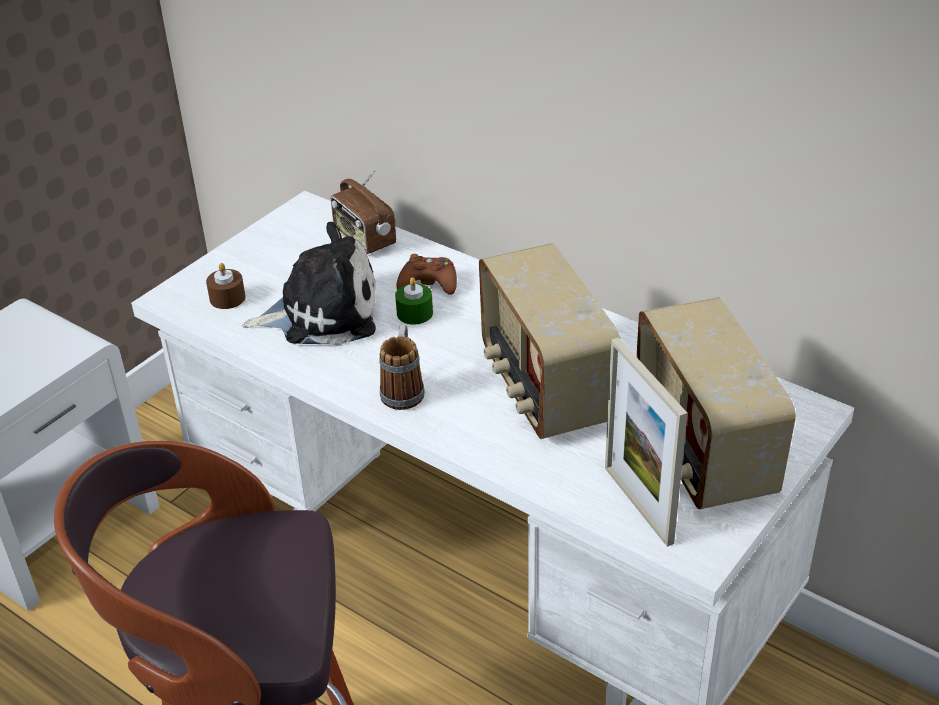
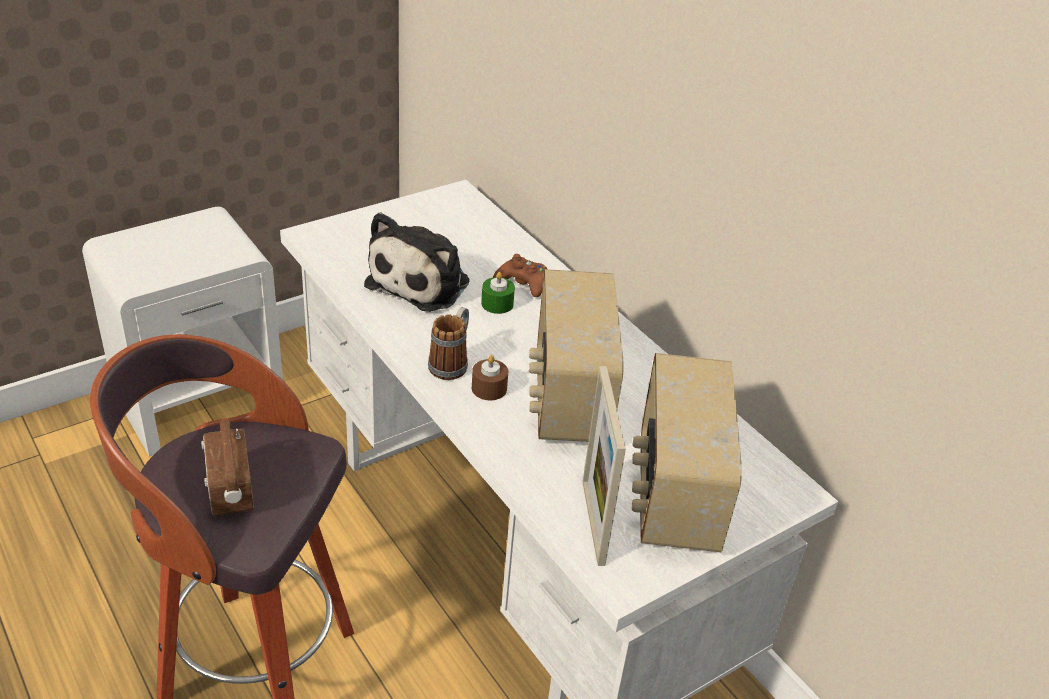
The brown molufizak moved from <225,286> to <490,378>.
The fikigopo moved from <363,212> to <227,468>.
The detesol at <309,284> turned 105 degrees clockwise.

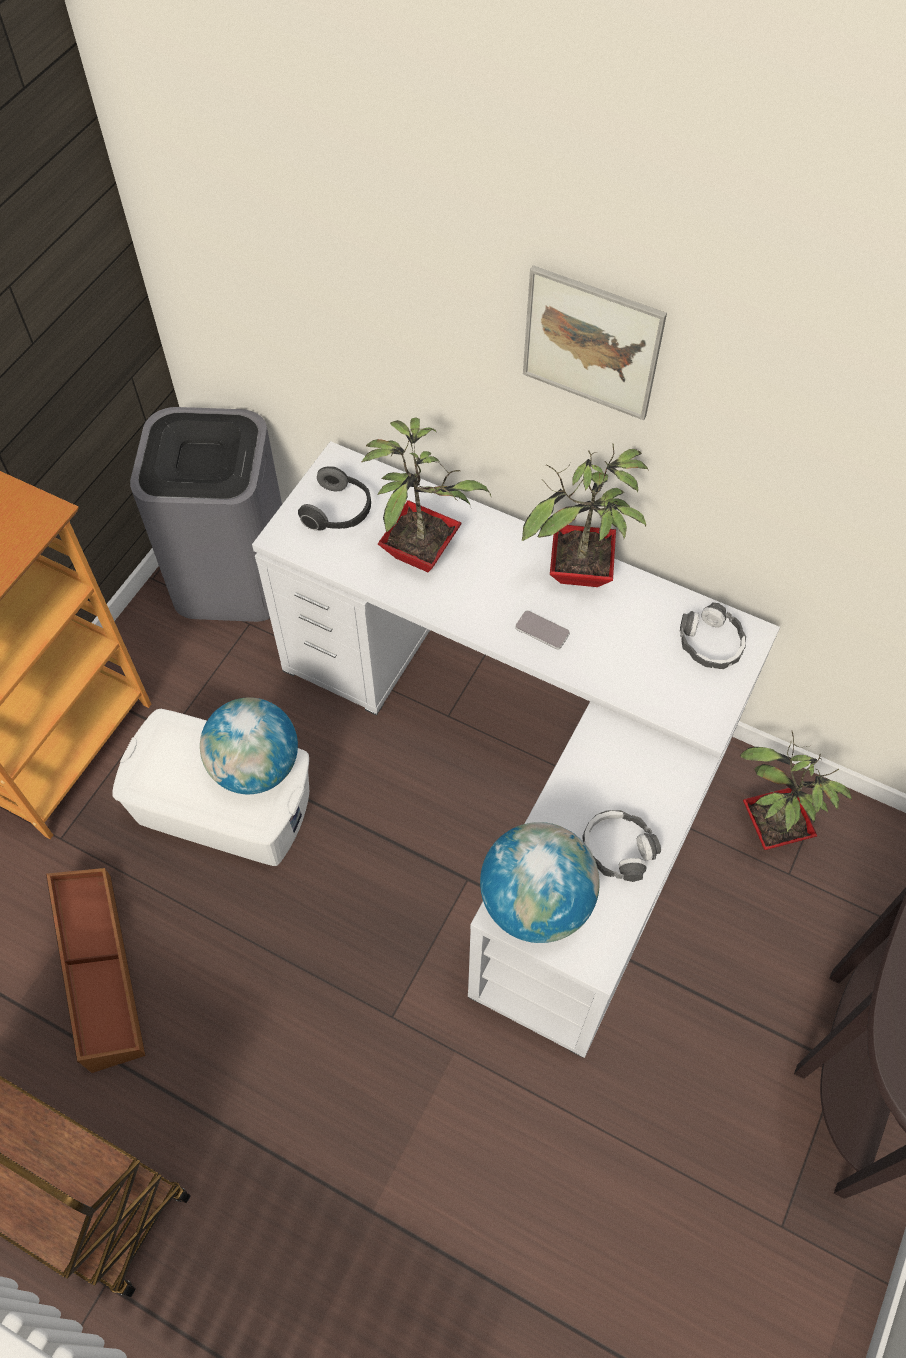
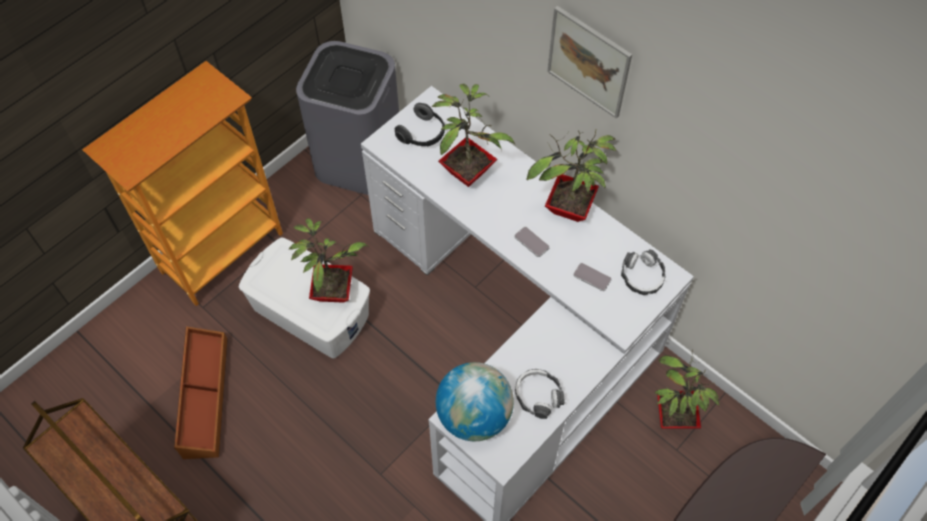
The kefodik at <592,277> appeared.
The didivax at <249,746> was replaced by the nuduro at <329,260>.

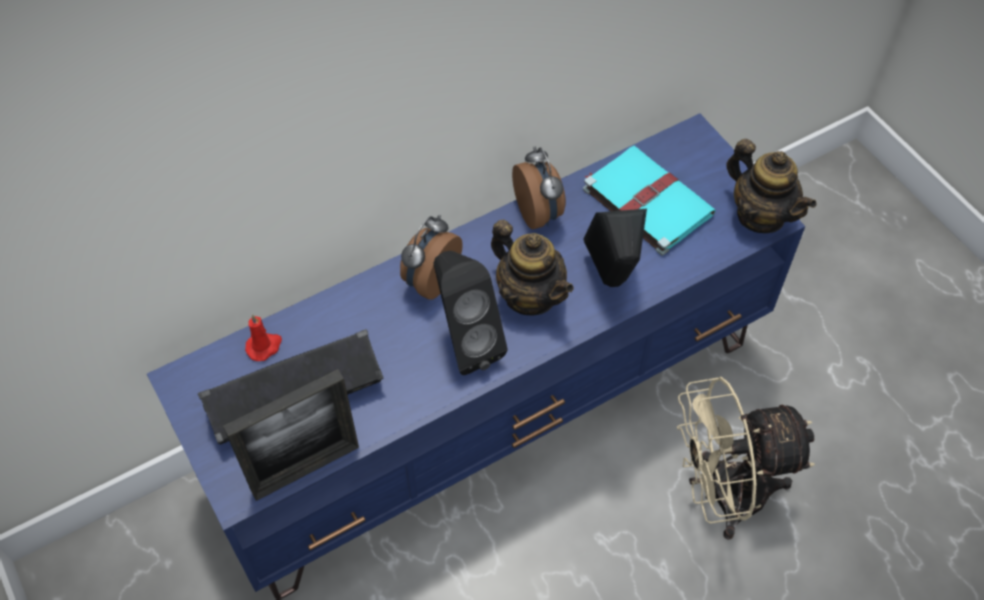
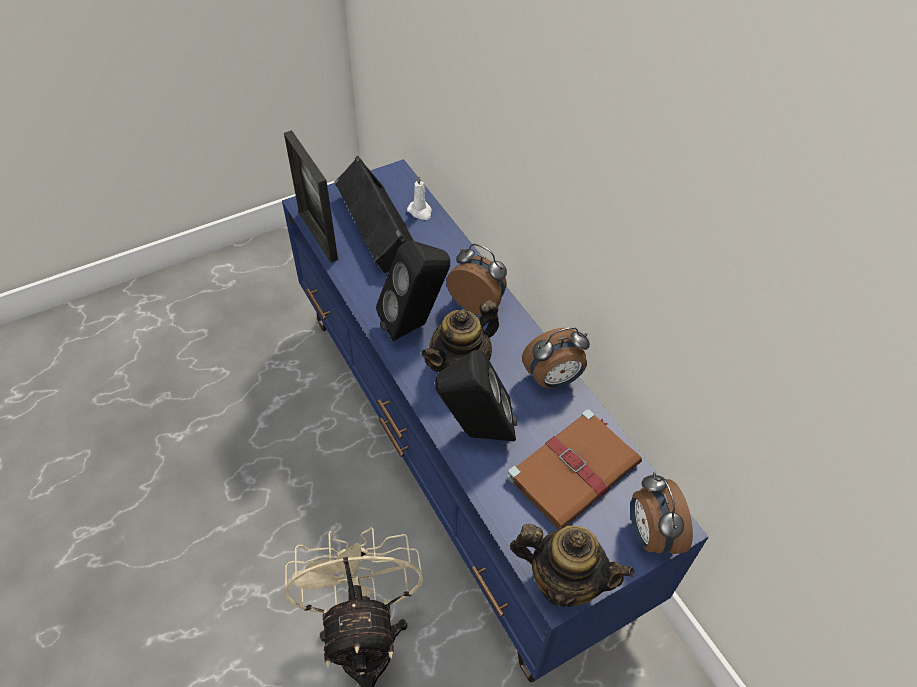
The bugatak at <661,513> appeared.
The red molufizak at <263,337> became the white molufizak at <419,198>.
The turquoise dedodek at <649,200> became the brown dedodek at <574,469>.
The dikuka at <771,186> turned 120 degrees counterclockwise.

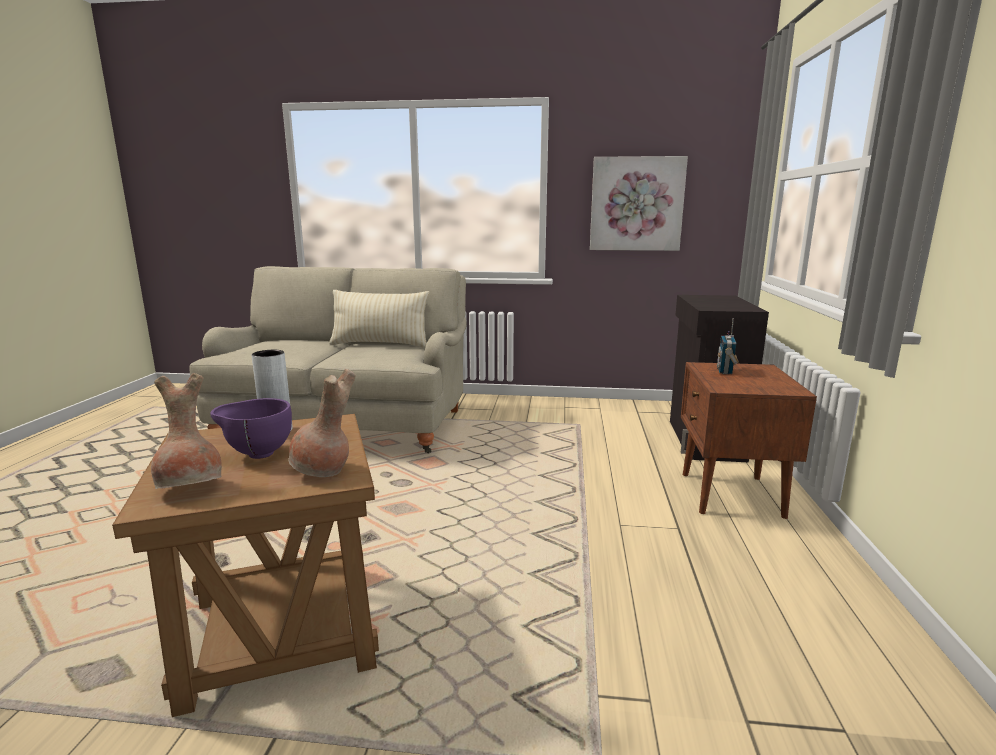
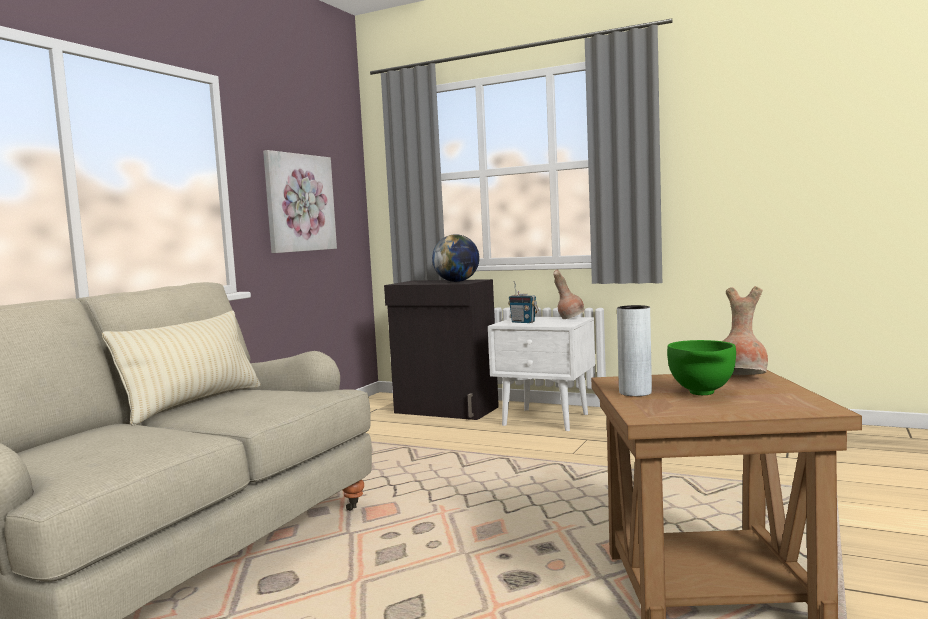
The didivax at <455,258> appeared.
The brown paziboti moved from <186,431> to <569,294>.
The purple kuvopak at <251,428> became the green kuvopak at <701,367>.
The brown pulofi at <749,440> became the white pulofi at <541,374>.

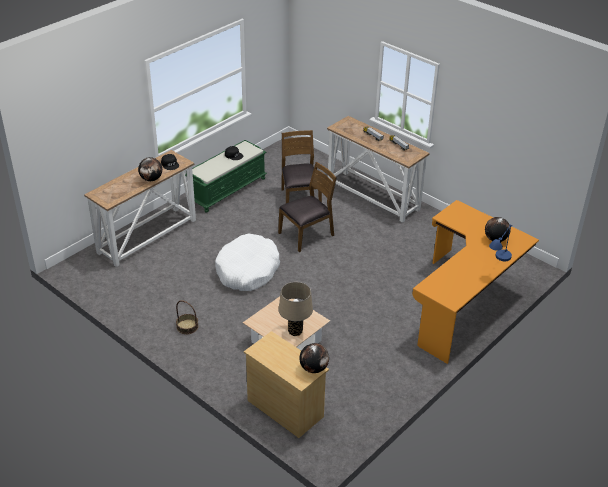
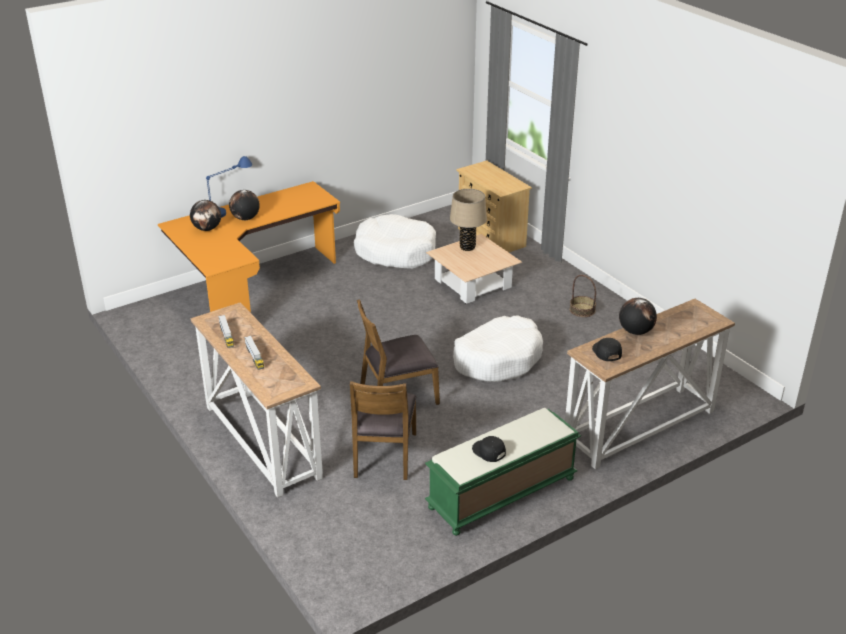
The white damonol at <395,241> appeared.
The didivax moved from <314,358> to <244,205>.

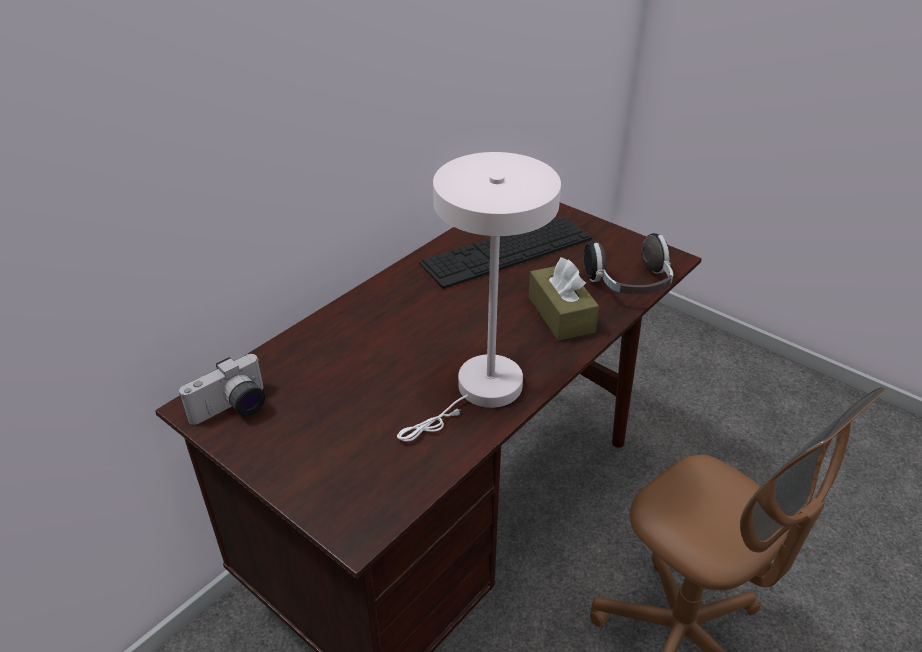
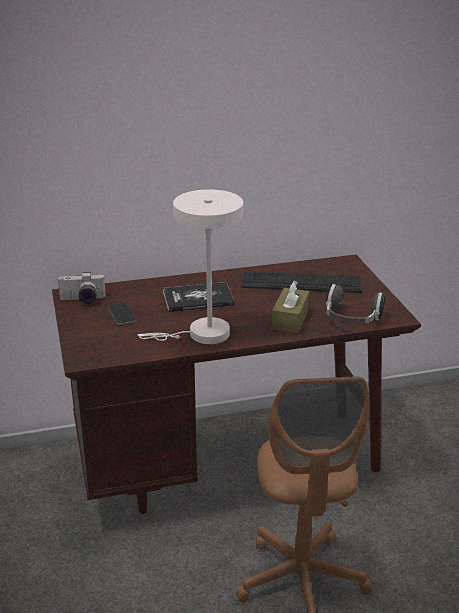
The kefodik at <122,314> appeared.
The dedodek at <199,297> appeared.

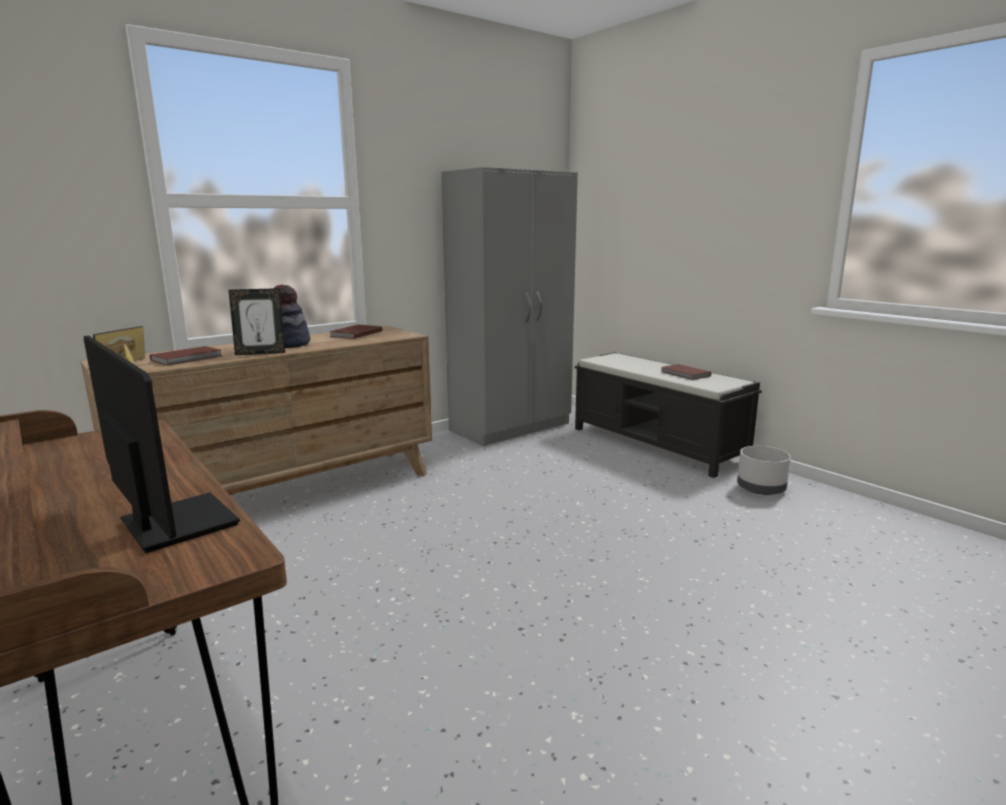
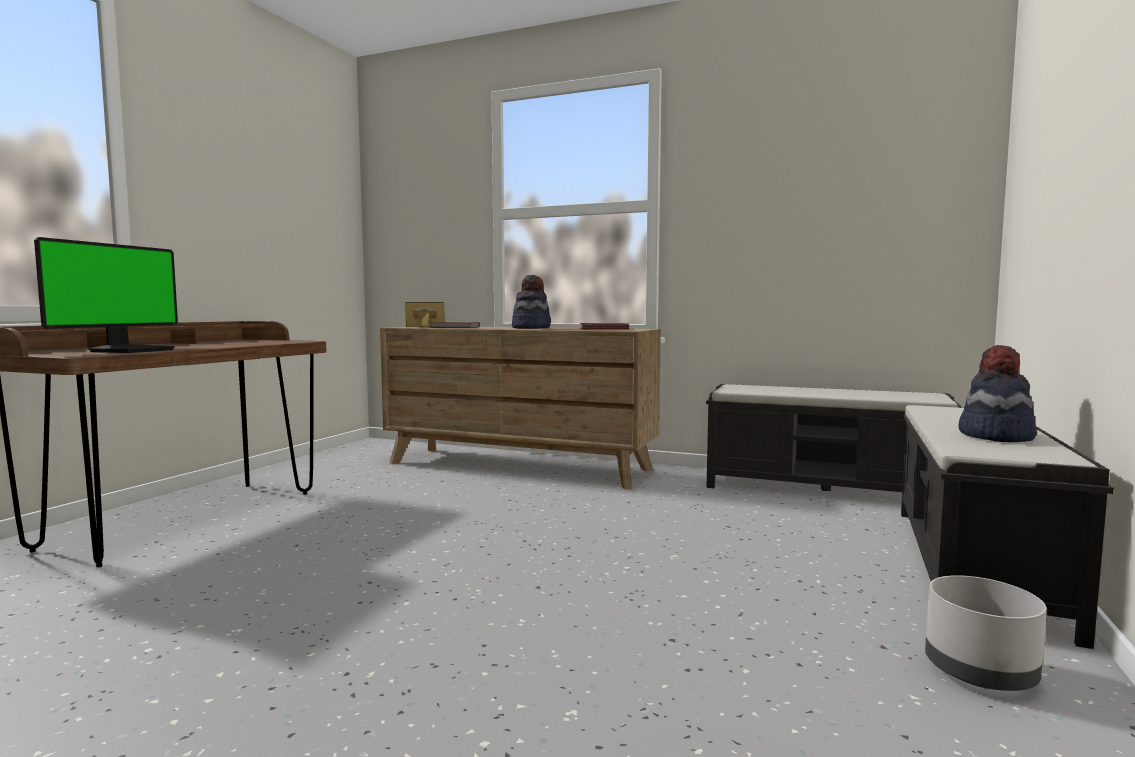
The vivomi at <257,321> disappeared.
The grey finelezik at <509,306> was replaced by the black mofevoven at <833,438>.
The brown dedodek at <686,372> was replaced by the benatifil at <998,393>.

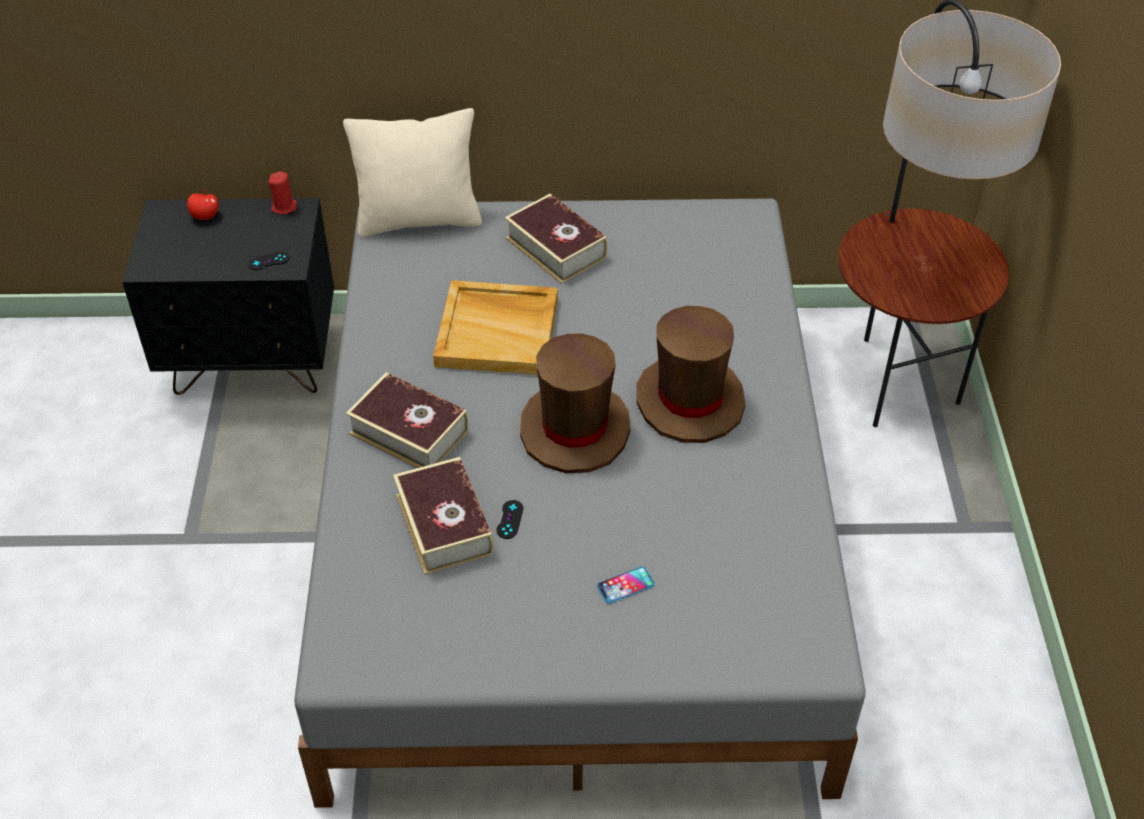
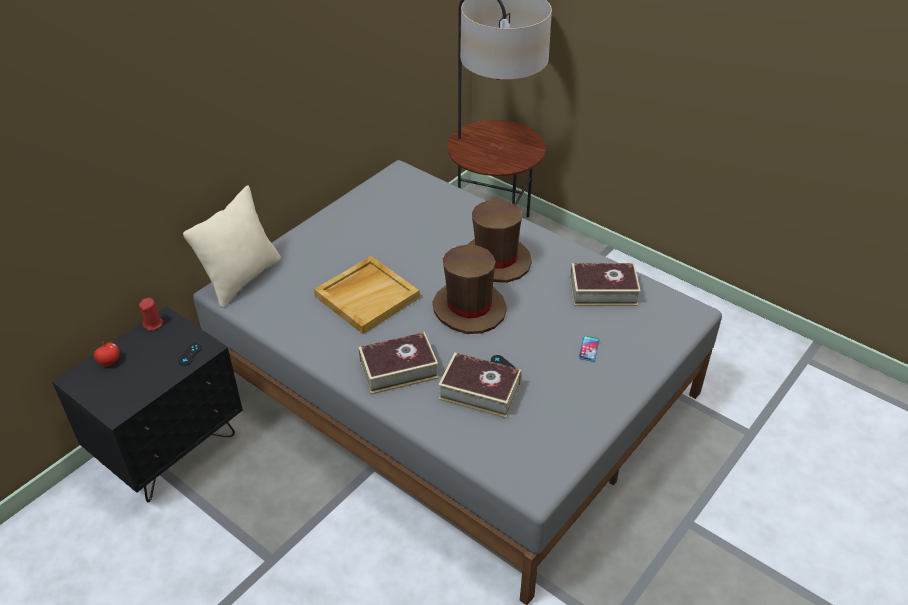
The dedodek moved from <556,239> to <605,284>.

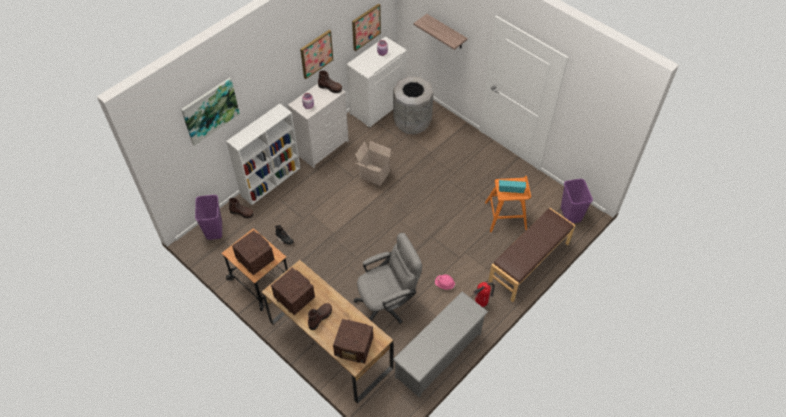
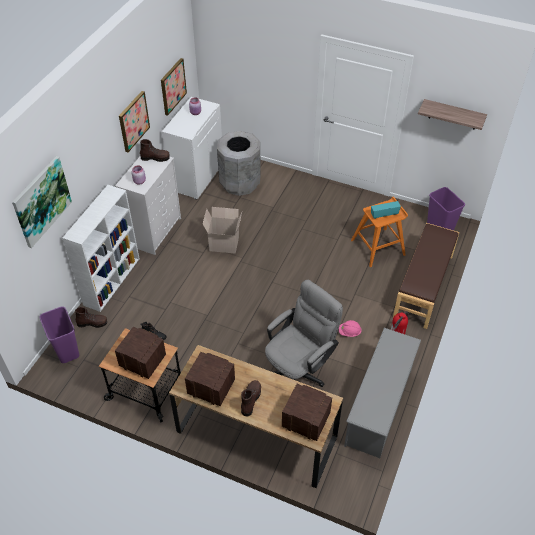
The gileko moved from <441,32> to <452,114>.
The fikigopo at <353,341> turned 150 degrees counterclockwise.

